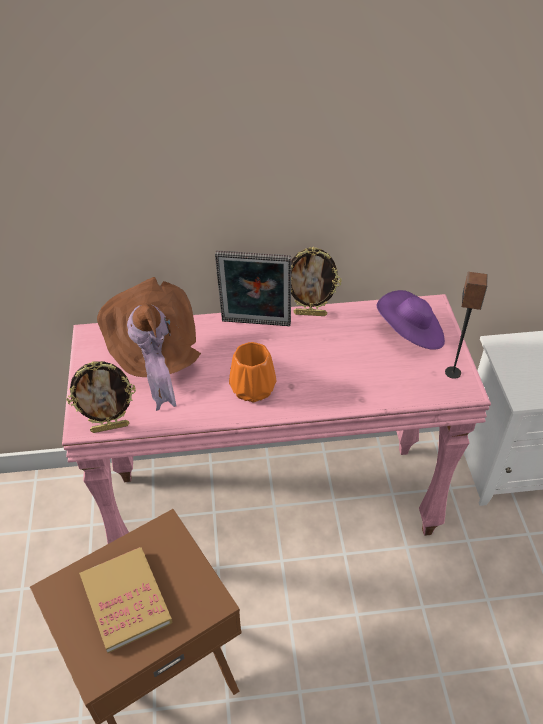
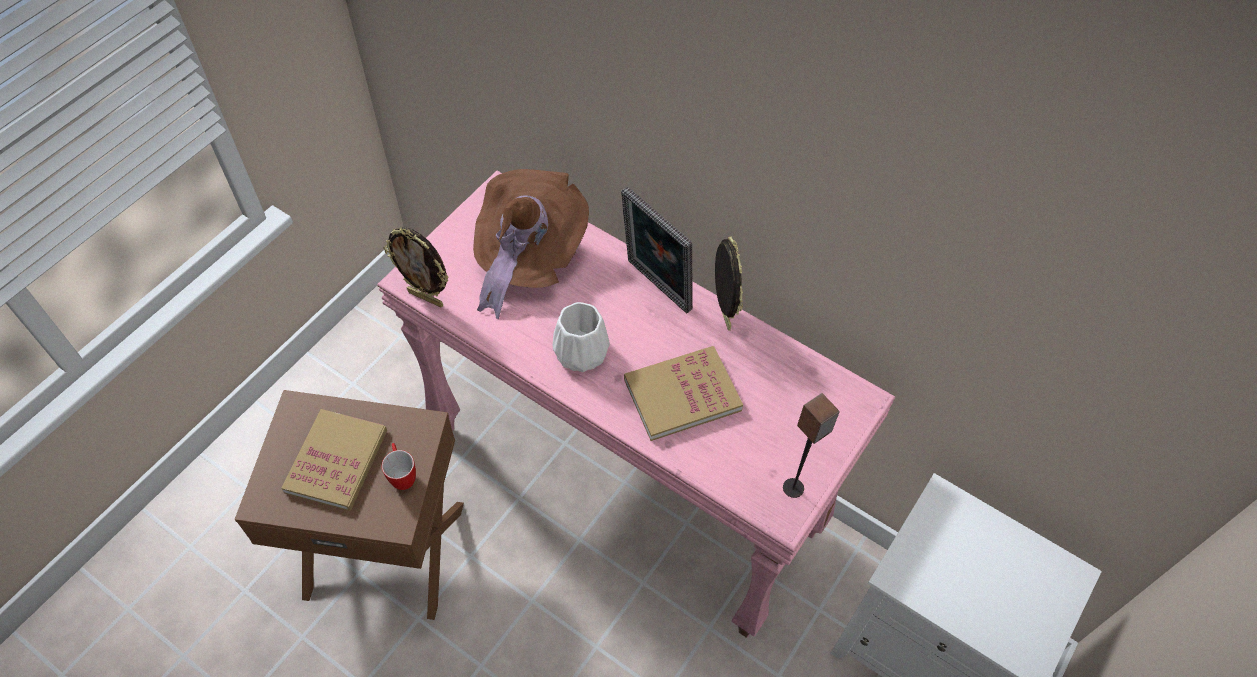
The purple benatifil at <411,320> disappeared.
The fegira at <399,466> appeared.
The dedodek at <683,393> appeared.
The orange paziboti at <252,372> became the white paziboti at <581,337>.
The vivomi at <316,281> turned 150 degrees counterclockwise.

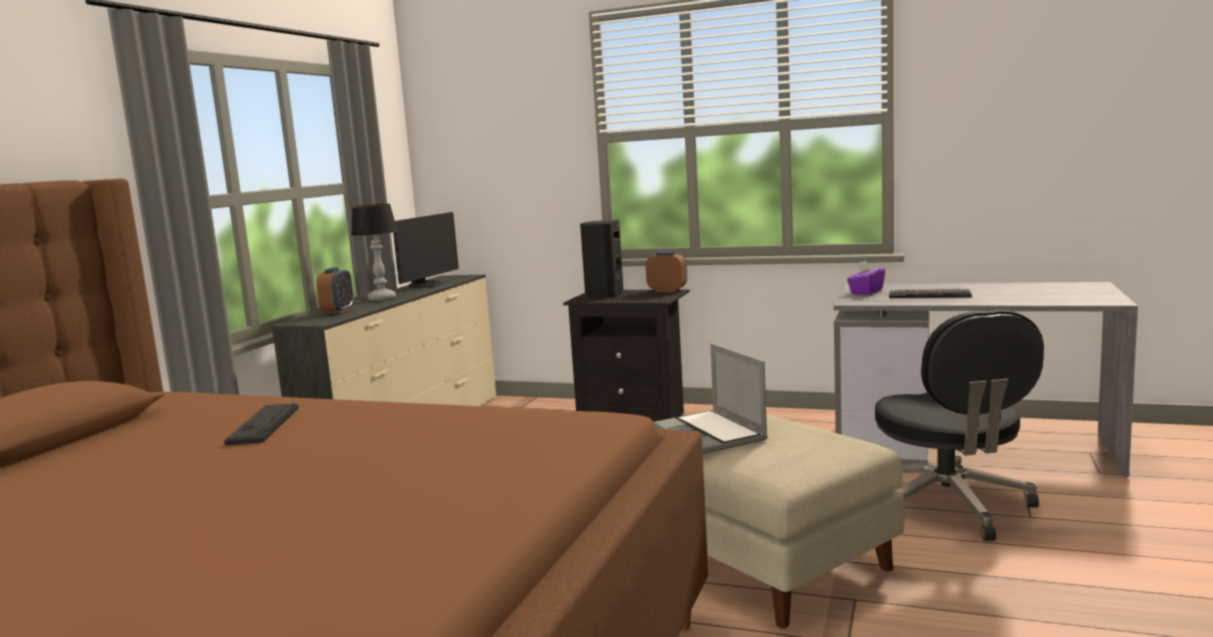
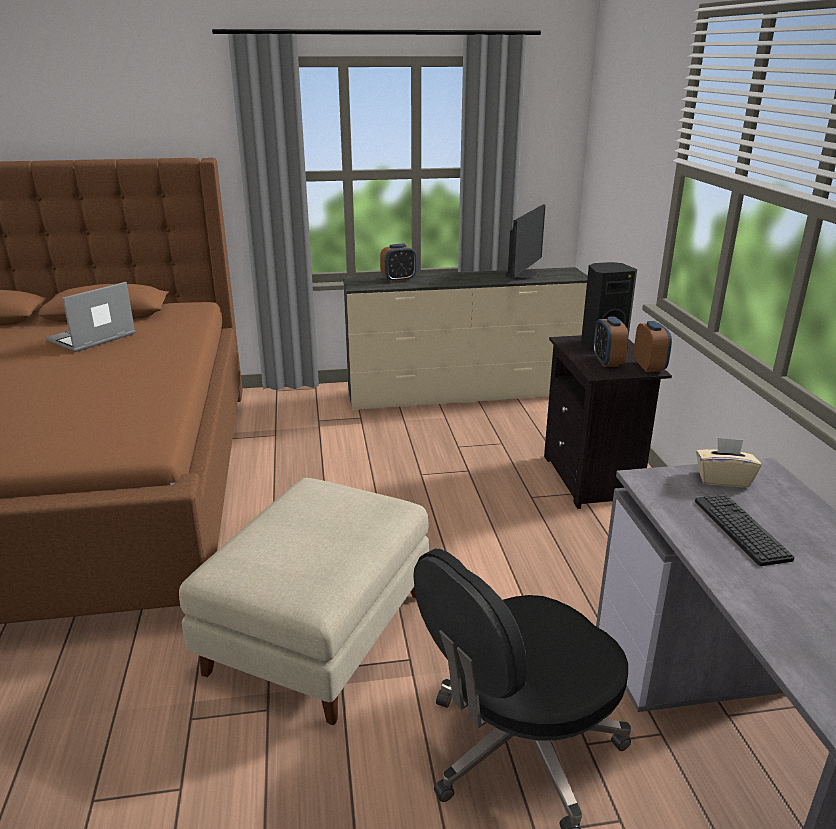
The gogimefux at <261,424> disappeared.
The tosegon at <374,252> disappeared.
The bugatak at <610,342> appeared.
The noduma moved from <711,399> to <91,317>.
The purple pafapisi at <866,277> became the beige pafapisi at <729,462>.
The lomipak at <426,250> turned 60 degrees counterclockwise.

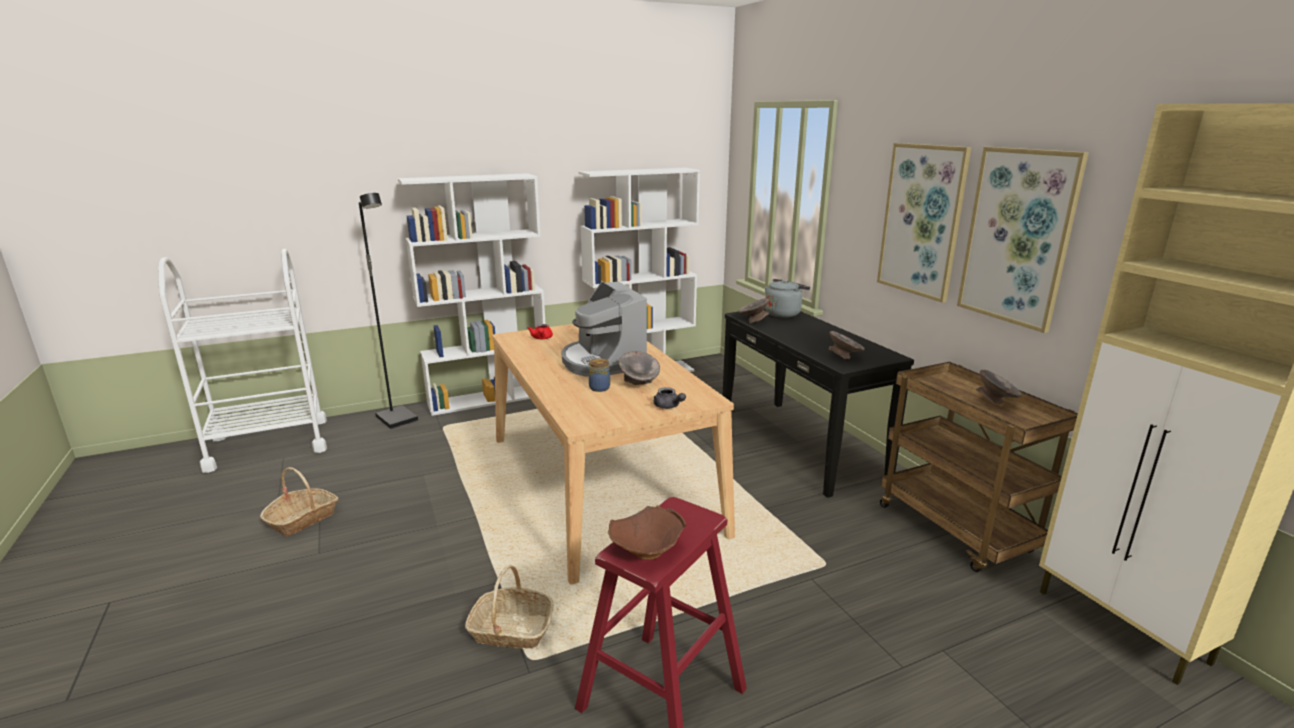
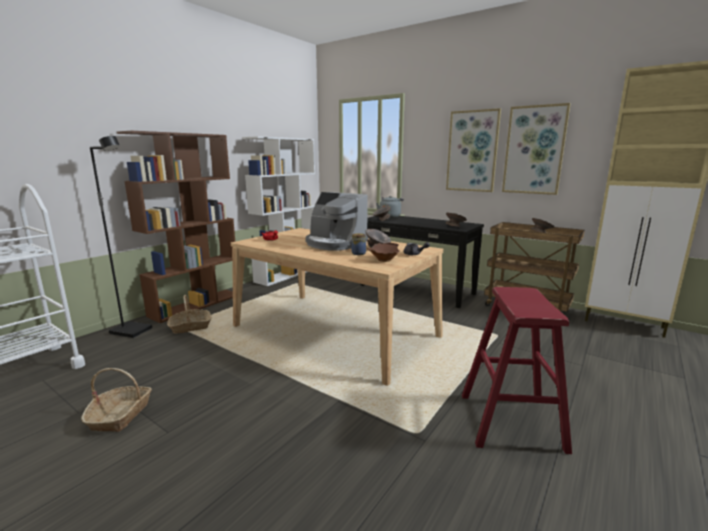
The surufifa moved from <509,607> to <189,314>.
The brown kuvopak moved from <647,532> to <383,252>.
The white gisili at <471,294> became the brown gisili at <176,227>.

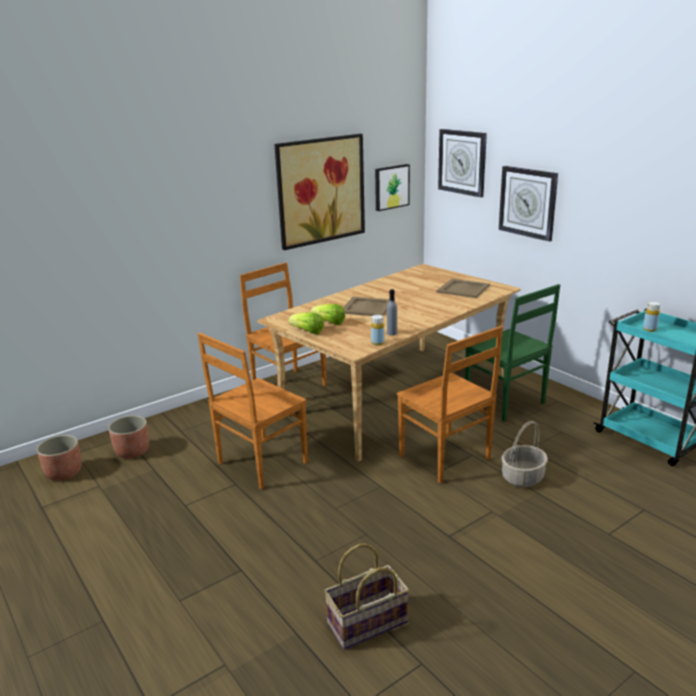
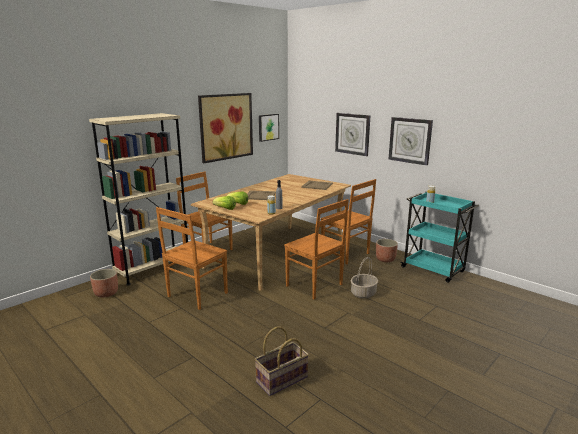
The beige gisili at <138,199> appeared.
The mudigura moved from <59,458> to <387,250>.
The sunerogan moved from <462,163> to <410,141>.
The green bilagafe at <512,353> became the brown bilagafe at <348,221>.

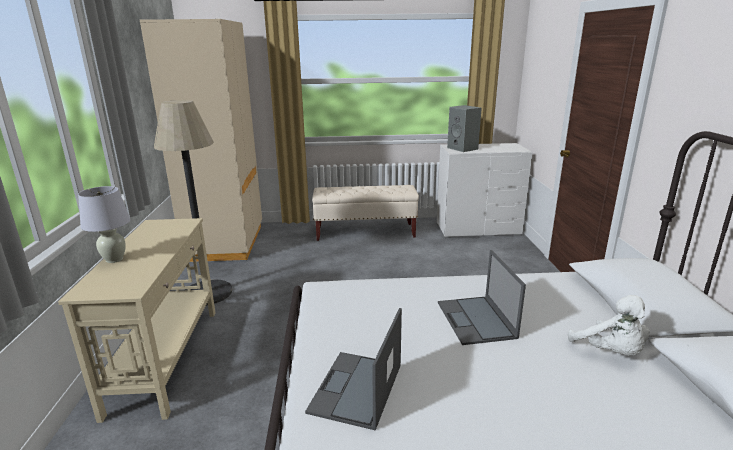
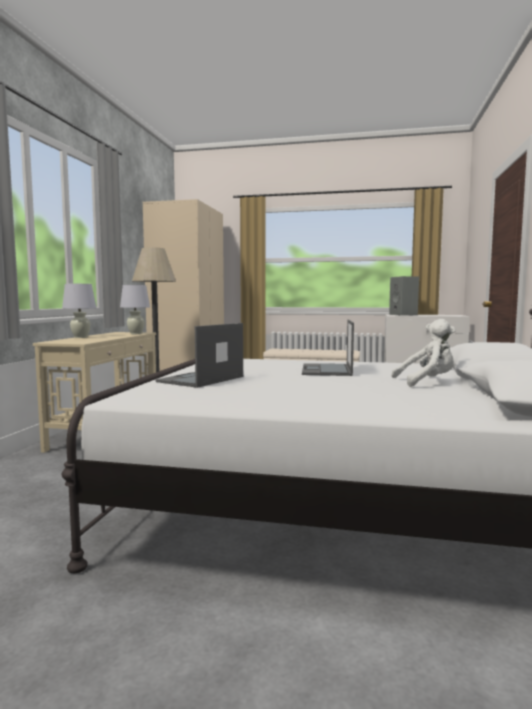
The white tosegon at <135,309> appeared.
The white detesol at <609,325> turned 90 degrees counterclockwise.

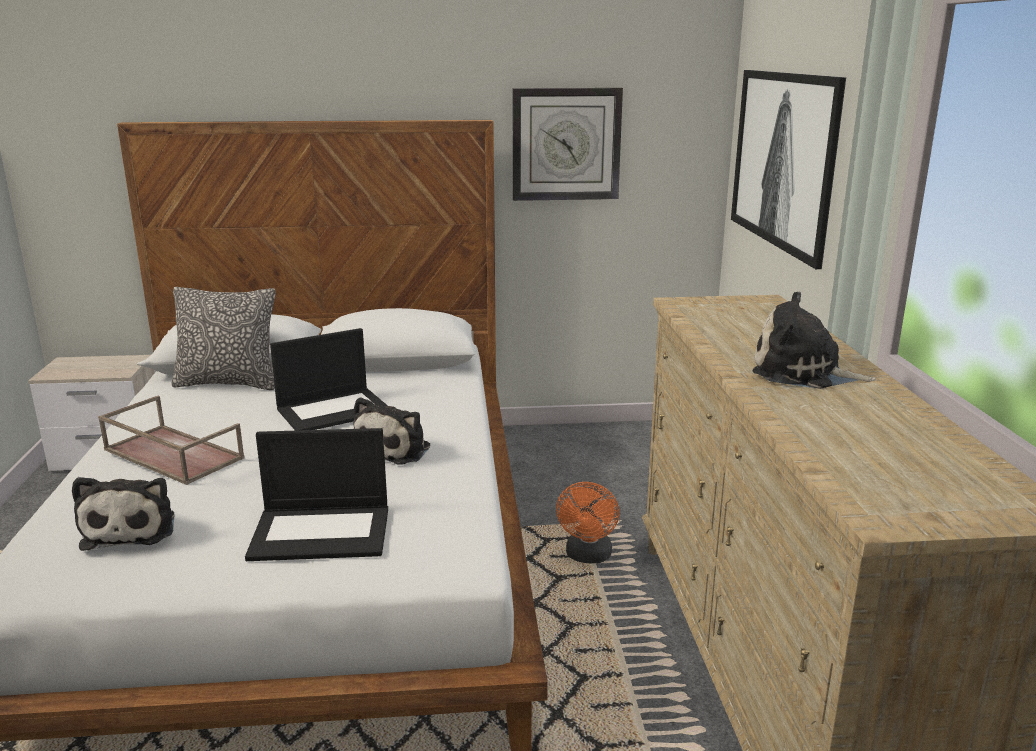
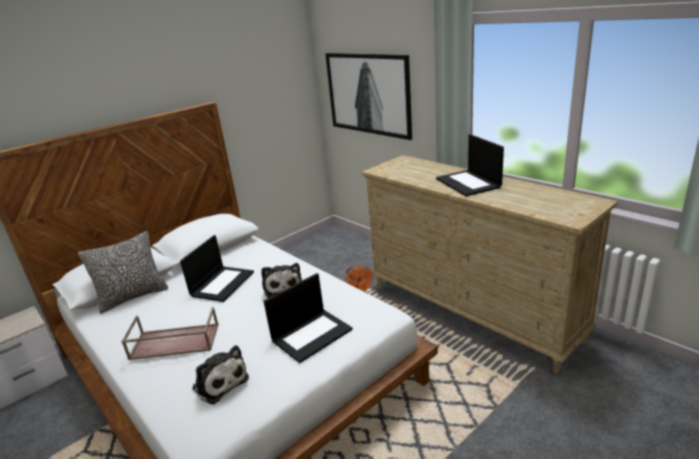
The sunerogan at <568,144> disappeared.
The detesol at <813,340> was replaced by the noduma at <470,165>.

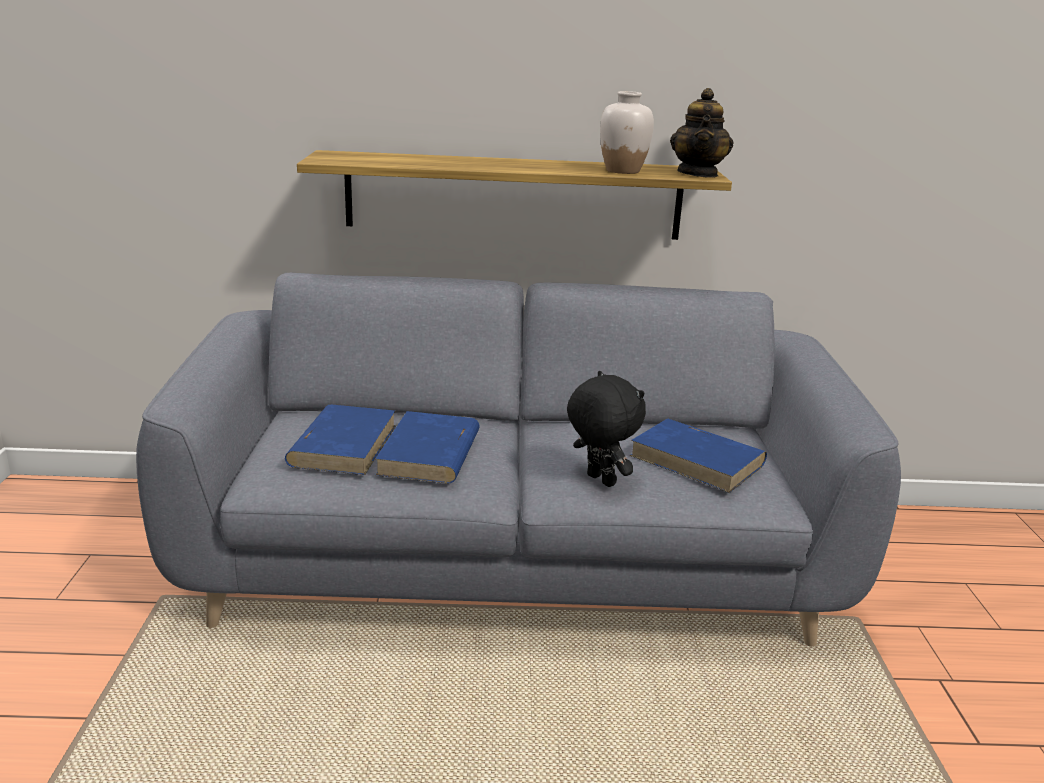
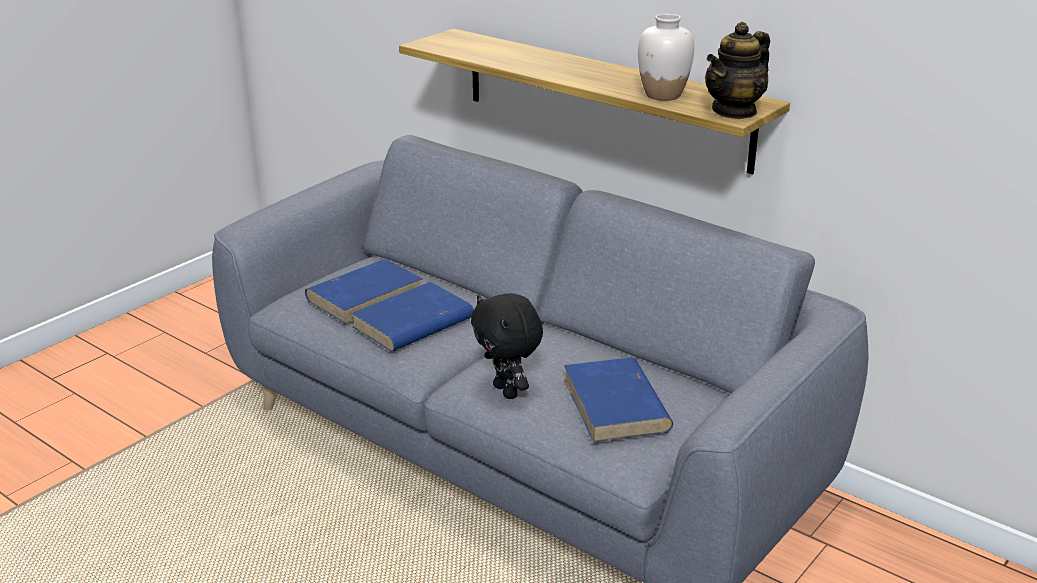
The black detesol at <606,429> turned 150 degrees clockwise.

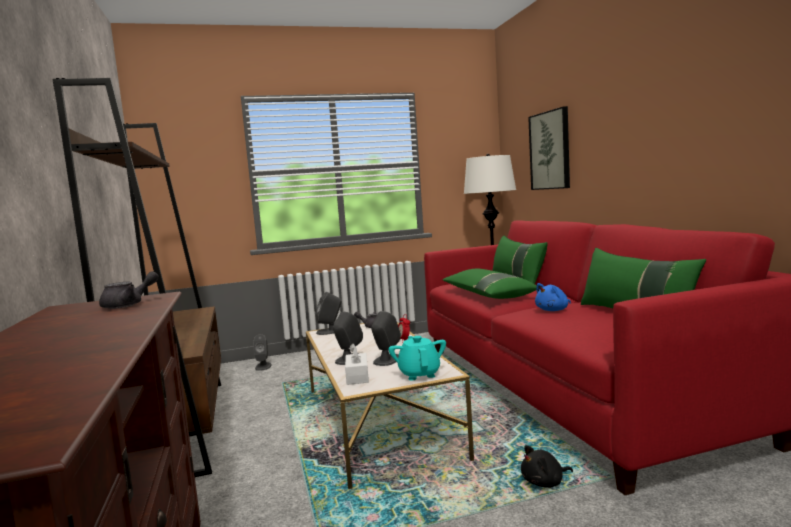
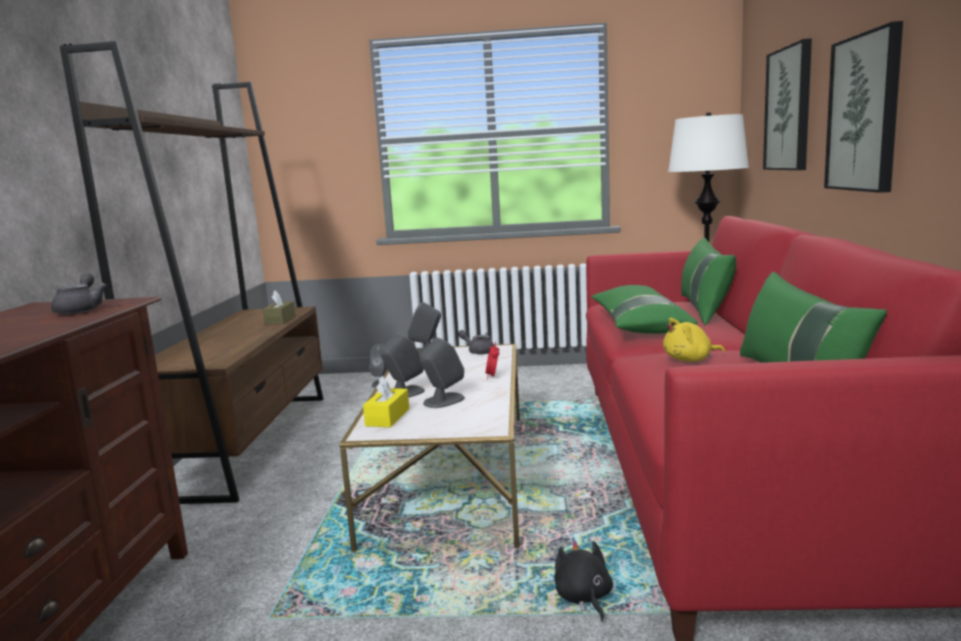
The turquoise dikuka at <417,358> disappeared.
The brown pafapisi at <279,307> appeared.
The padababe at <863,107> appeared.
The white pafapisi at <357,364> became the yellow pafapisi at <386,401>.
The blue detesol at <553,297> became the yellow detesol at <694,339>.
The grey dikuka at <129,290> turned 75 degrees counterclockwise.
The black detesol at <547,466> turned 75 degrees clockwise.

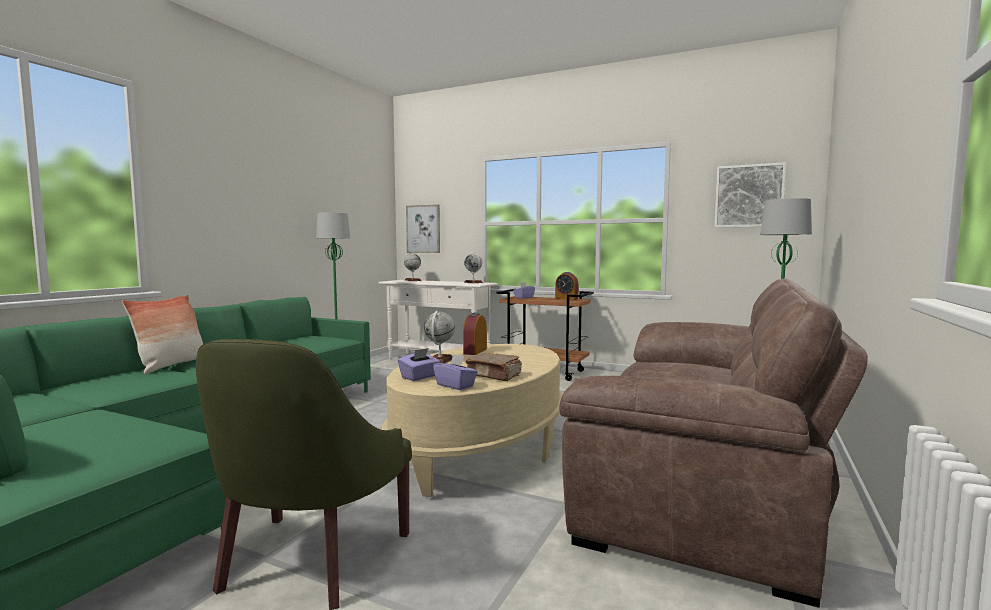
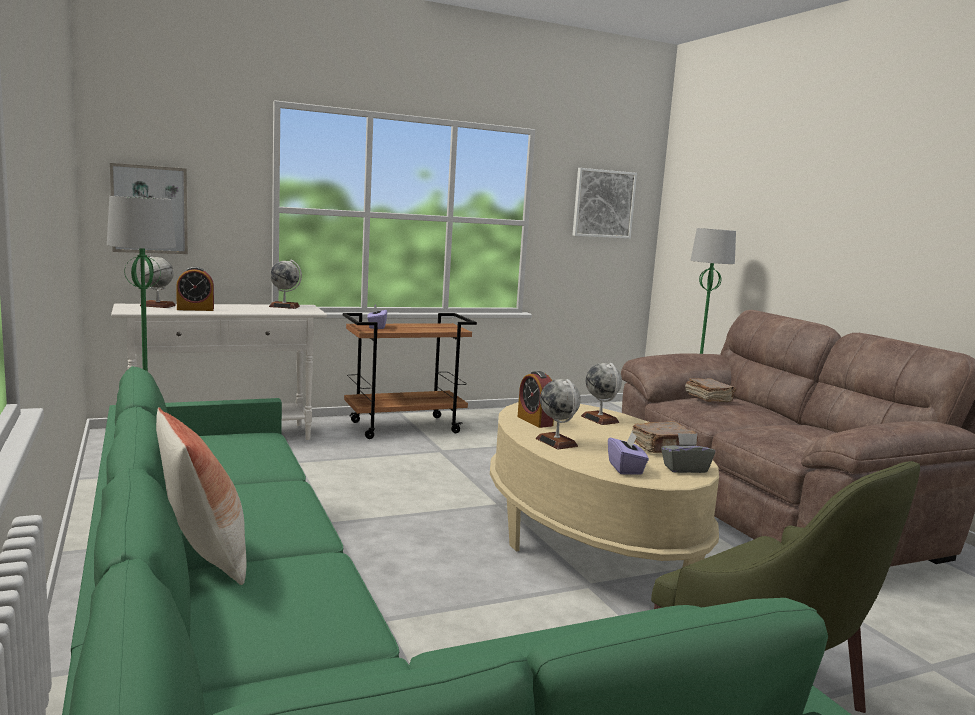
The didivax at <601,394> appeared.
The brown dedodek at <710,390> appeared.
The bugatak moved from <567,286> to <195,289>.
The purple pafapisi at <455,372> became the grey pafapisi at <688,453>.

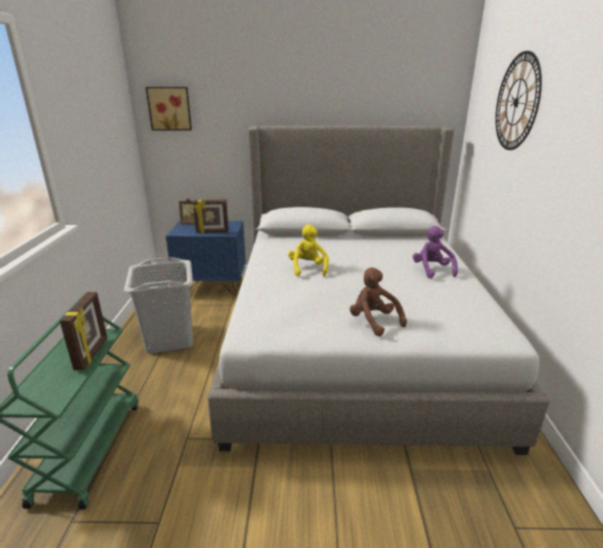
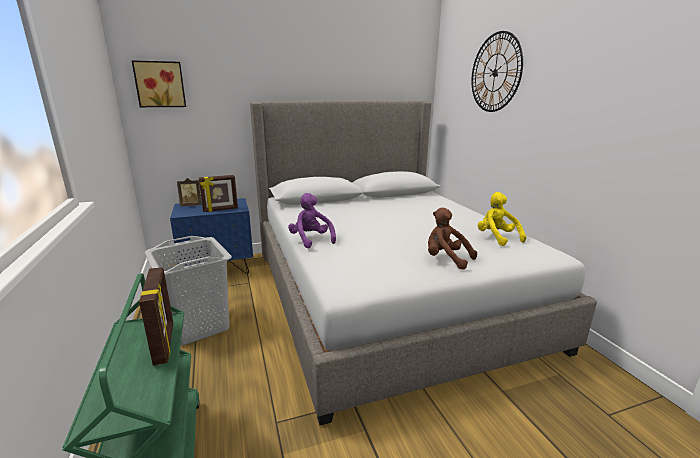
The yellow detesol moved from <308,251> to <502,219>.
The purple detesol moved from <435,252> to <312,221>.

